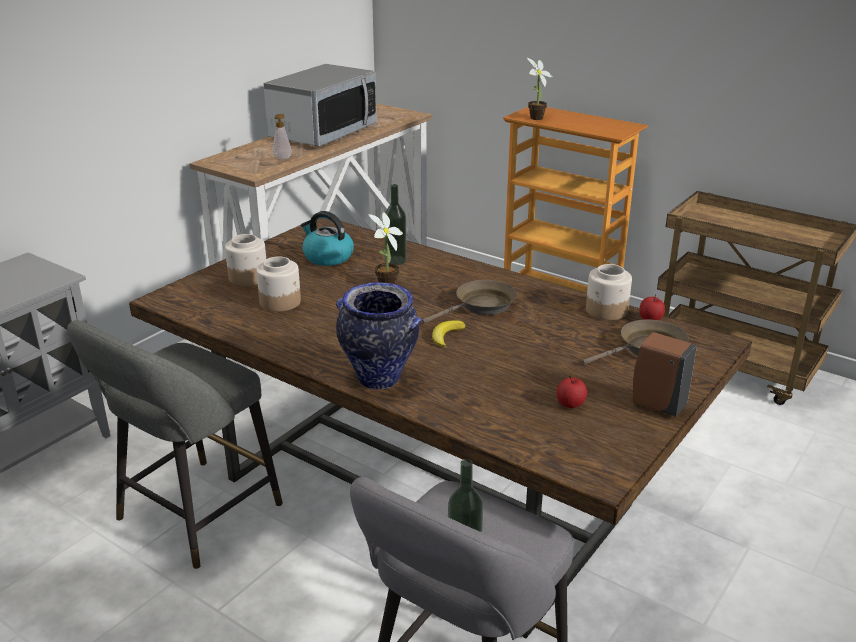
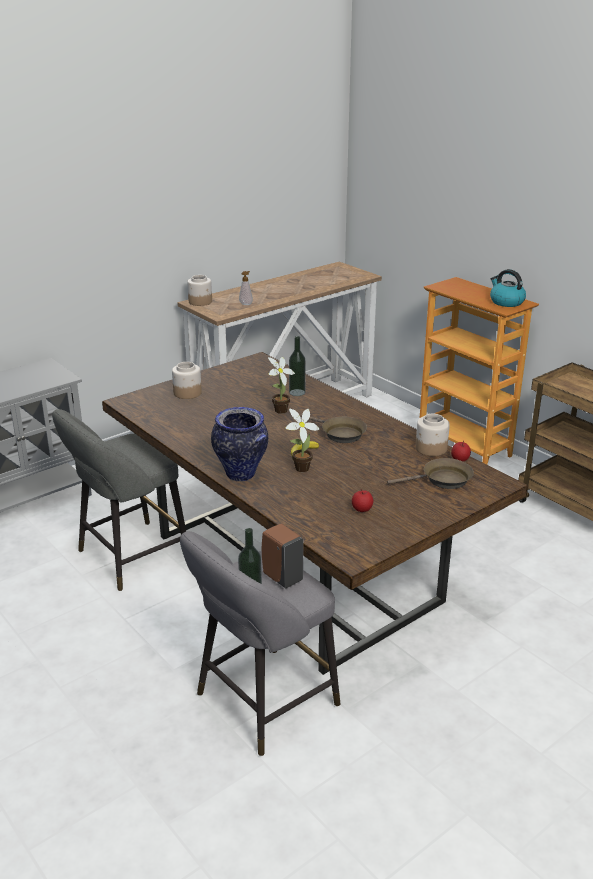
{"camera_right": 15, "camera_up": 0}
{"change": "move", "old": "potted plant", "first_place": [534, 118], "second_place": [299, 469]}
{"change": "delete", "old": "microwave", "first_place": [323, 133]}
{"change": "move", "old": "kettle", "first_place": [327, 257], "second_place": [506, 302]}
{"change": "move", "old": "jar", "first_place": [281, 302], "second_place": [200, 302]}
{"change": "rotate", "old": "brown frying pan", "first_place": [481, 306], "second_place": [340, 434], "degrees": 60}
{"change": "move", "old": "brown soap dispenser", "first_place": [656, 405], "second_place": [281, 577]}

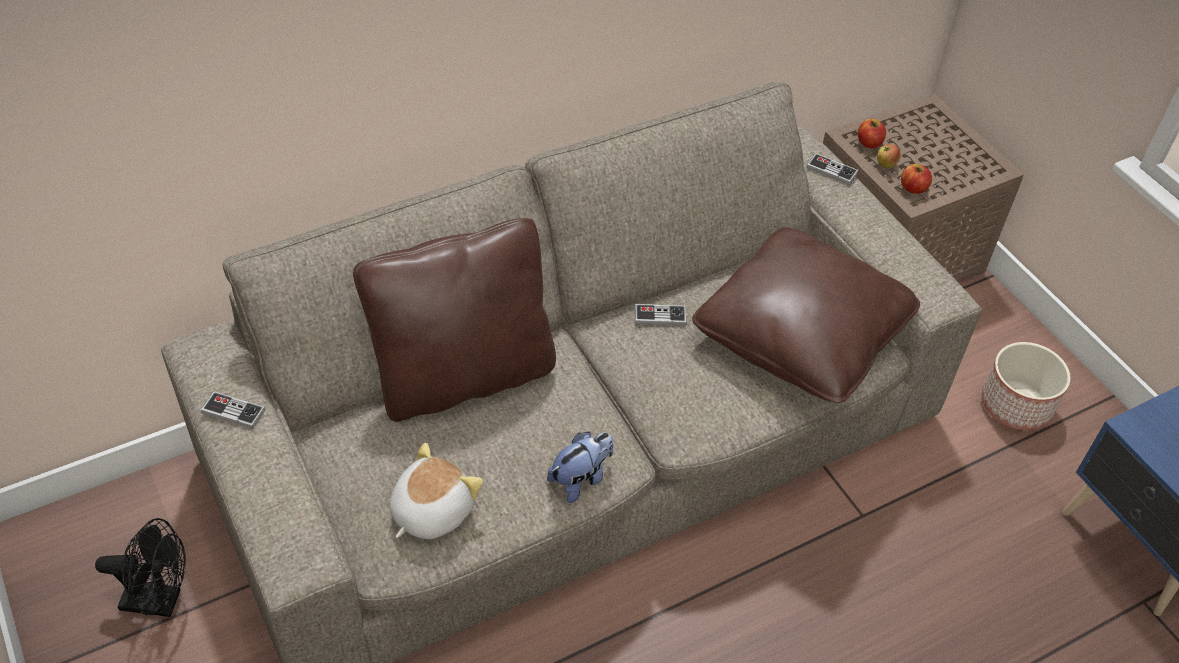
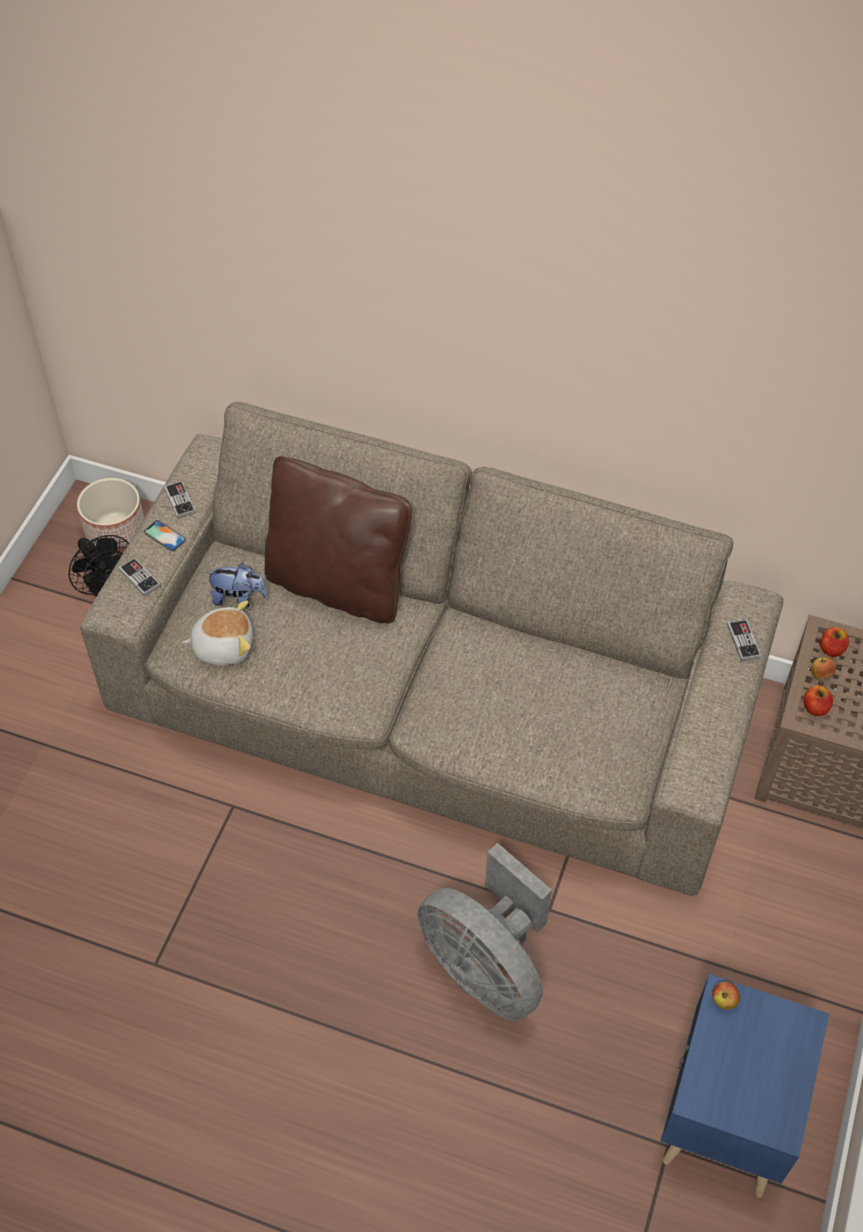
{"camera_right": 50, "camera_up": 5}
{"change": "delete", "old": "brown pillow", "first_place": [802, 335]}
{"change": "move", "old": "game controller", "first_place": [660, 316], "second_place": [139, 578]}
{"change": "move", "old": "planter", "first_place": [1015, 404], "second_place": [116, 530]}
{"change": "move", "old": "plush toy", "first_place": [581, 479], "second_place": [239, 598]}
{"change": "insert", "new": "phone", "second_place": [165, 536]}
{"change": "insert", "new": "grey fan", "second_place": [486, 967]}
{"change": "insert", "new": "apple", "second_place": [724, 1000]}

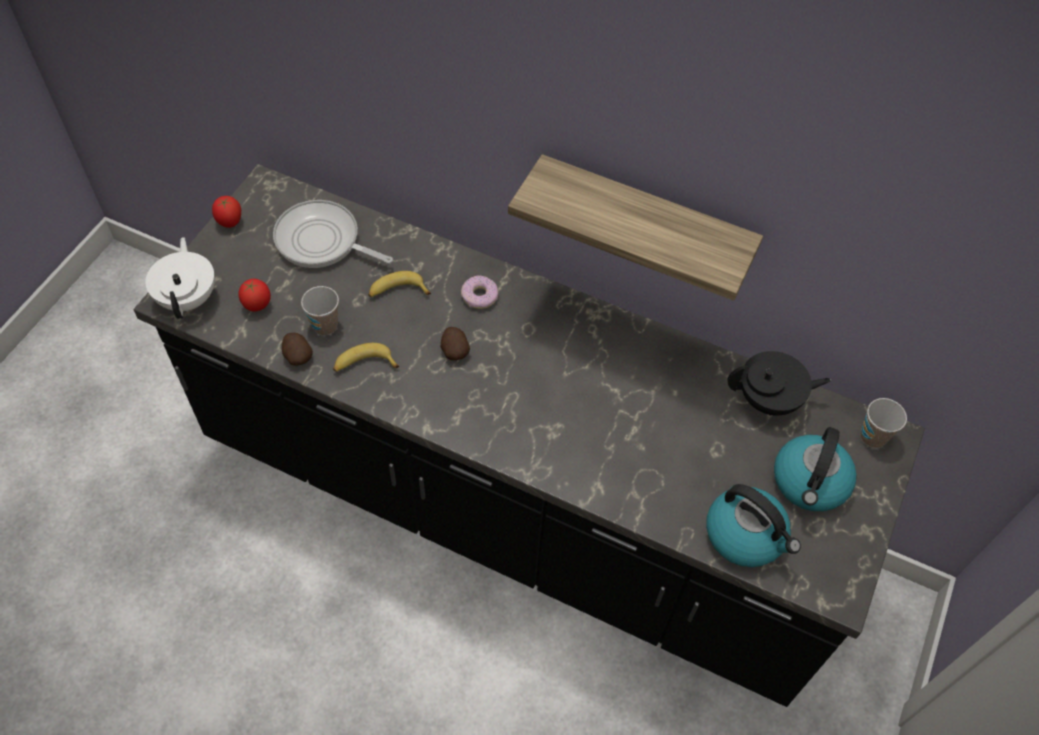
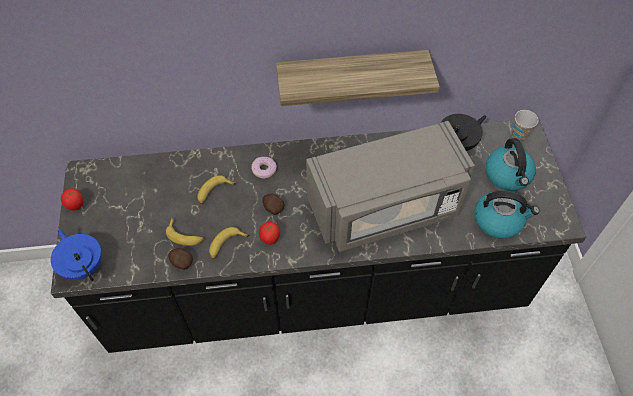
{"camera_right": -30, "camera_up": 0}
{"change": "delete", "old": "frying pan", "first_place": [322, 241]}
{"change": "recolor", "old": "white teapot", "new": "blue teapot", "first_place": [189, 298], "second_place": [83, 266]}
{"change": "move", "old": "tomato", "first_place": [257, 305], "second_place": [270, 239]}
{"change": "replace", "old": "cup", "new": "banana", "first_place": [325, 326], "second_place": [185, 235]}
{"change": "insert", "new": "grey microwave", "second_place": [385, 208]}

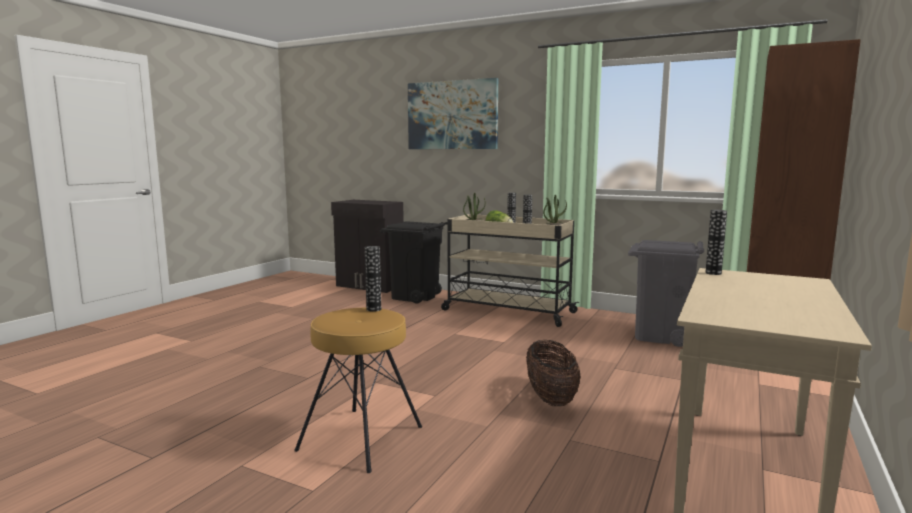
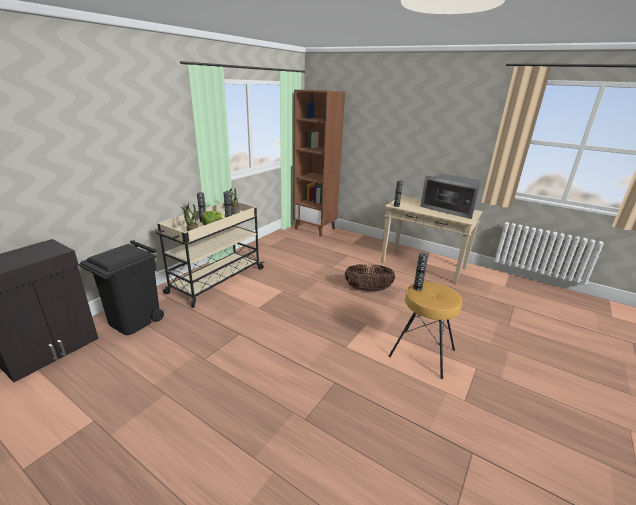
{"camera_right": -85, "camera_up": 15}
{"change": "delete", "old": "picture", "first_place": [452, 115]}
{"change": "delete", "old": "grey trash can", "first_place": [660, 336]}
{"change": "insert", "new": "microwave", "second_place": [449, 209]}

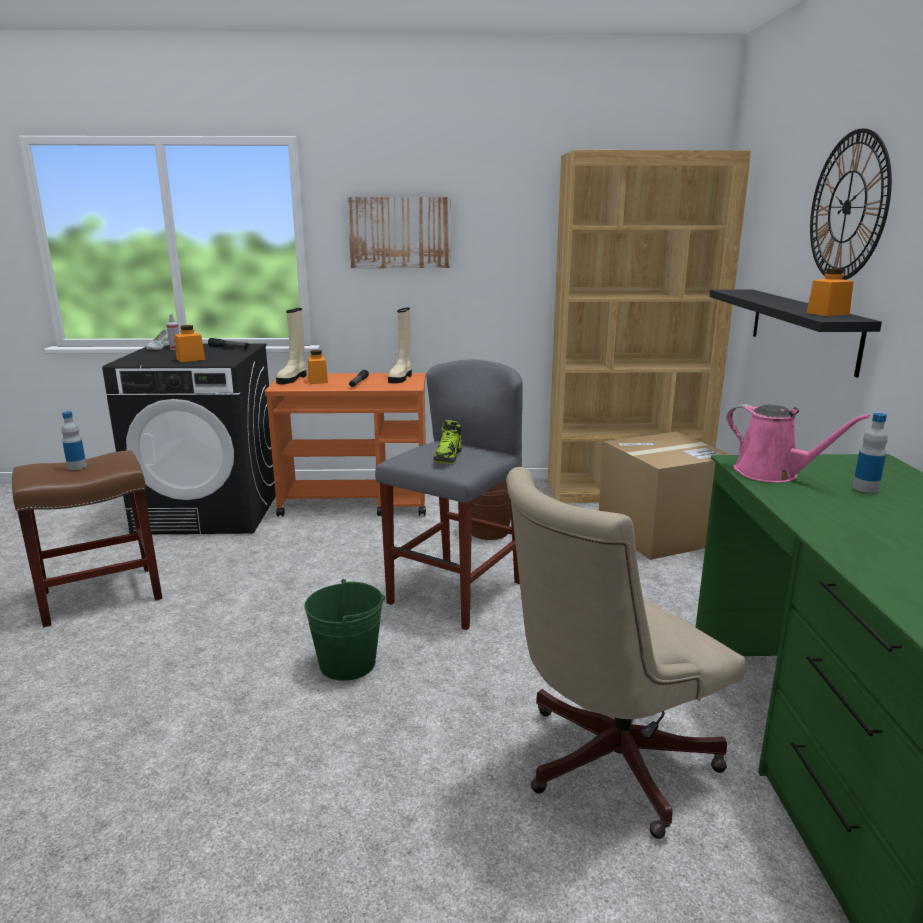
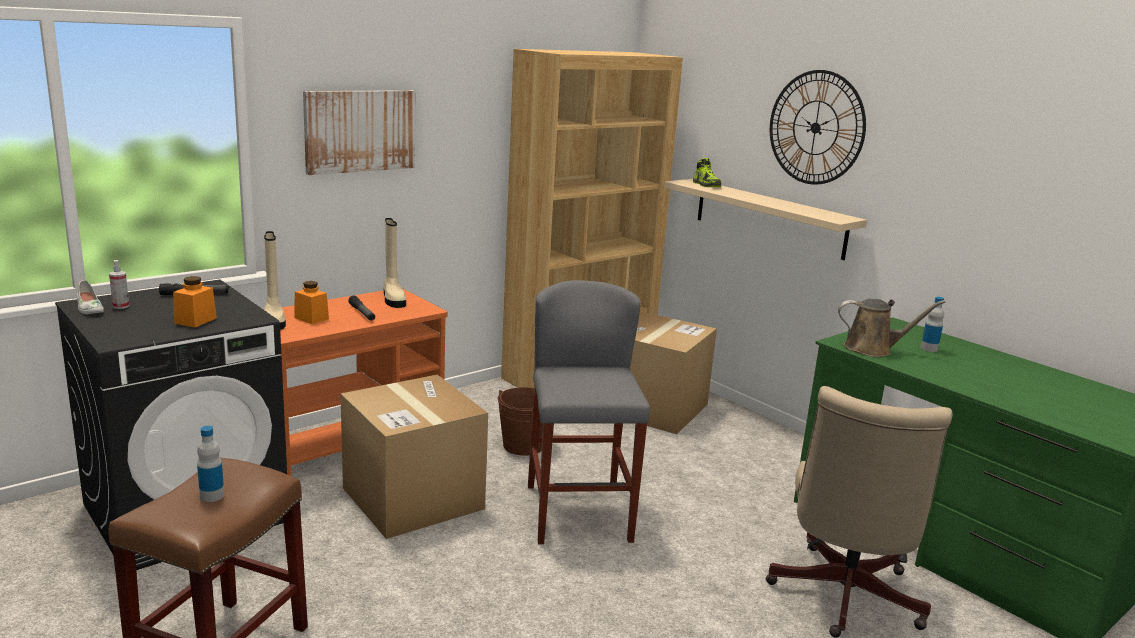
{"camera_right": -40, "camera_up": 0}
{"change": "delete", "old": "orange jar", "first_place": [827, 313]}
{"change": "recolor", "old": "black shelf", "new": "beige shelf", "first_place": [802, 328], "second_place": [769, 218]}
{"change": "recolor", "old": "pink watering can", "new": "brown watering can", "first_place": [772, 474], "second_place": [872, 349]}
{"change": "move", "old": "shoe", "first_place": [448, 457], "second_place": [706, 185]}
{"change": "delete", "old": "green bucket", "first_place": [347, 663]}
{"change": "insert", "new": "cardboard box", "second_place": [413, 498]}

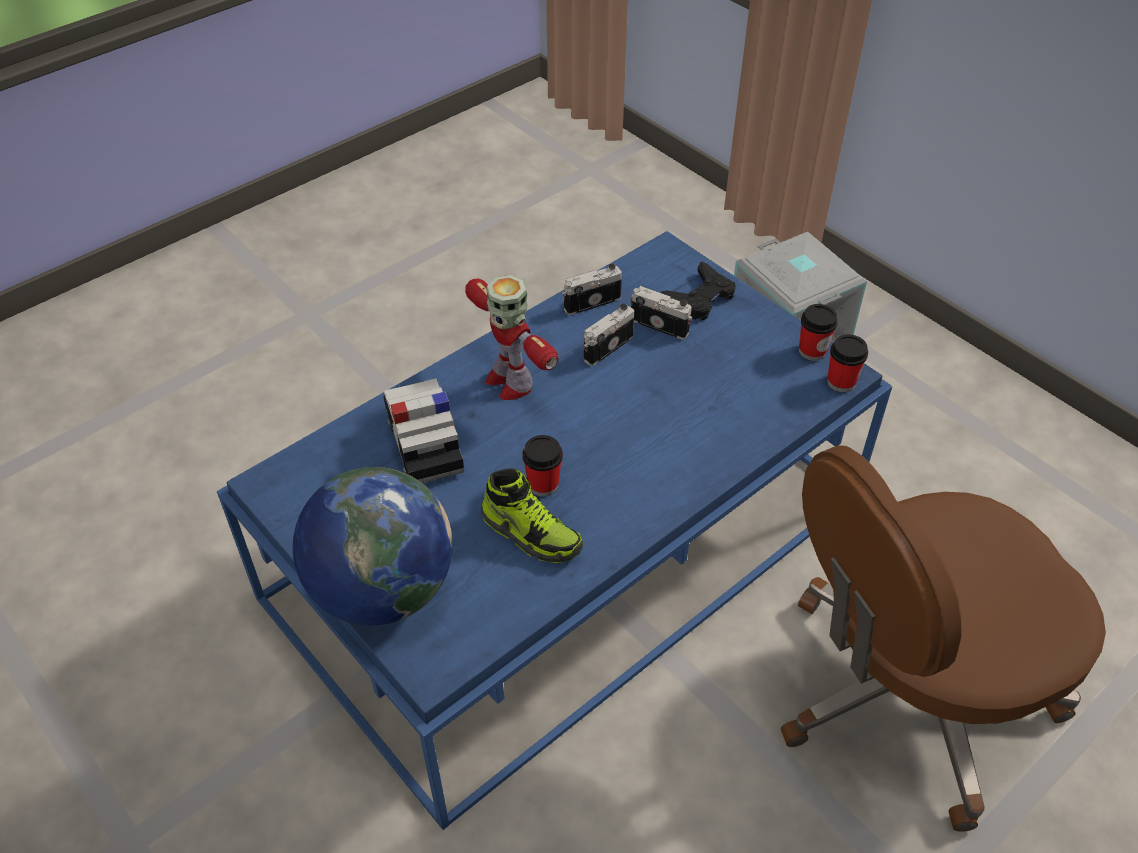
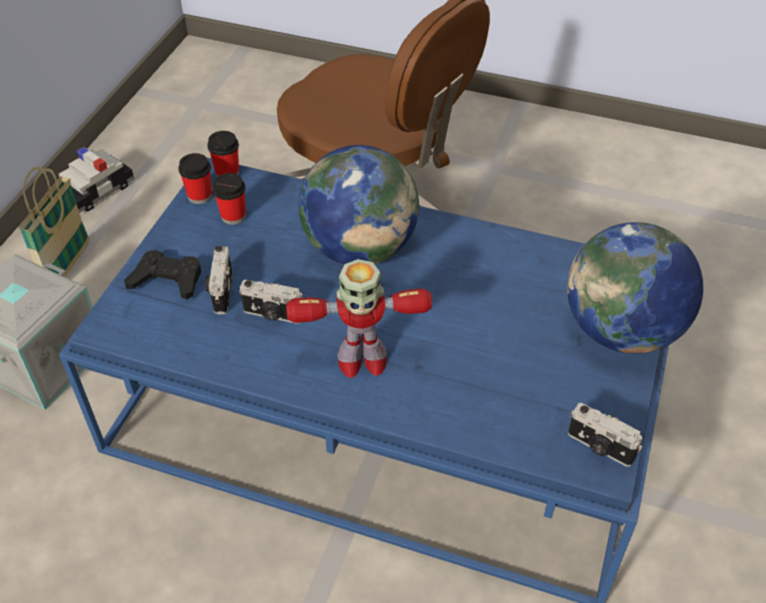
{"camera_right": -120, "camera_up": 0}
{"change": "move", "old": "photo camera", "first_place": [591, 302], "second_place": [599, 447]}
{"change": "rotate", "old": "toy robot", "first_place": [509, 381], "second_place": [361, 360], "degrees": 60}
{"change": "move", "old": "toy car", "first_place": [424, 443], "second_place": [97, 191]}
{"change": "move", "old": "cup", "first_place": [543, 484], "second_place": [233, 216]}
{"change": "delete", "old": "shoe", "first_place": [531, 533]}
{"change": "insert", "new": "globe", "second_place": [360, 248]}
{"change": "insert", "new": "basket", "second_place": [67, 267]}

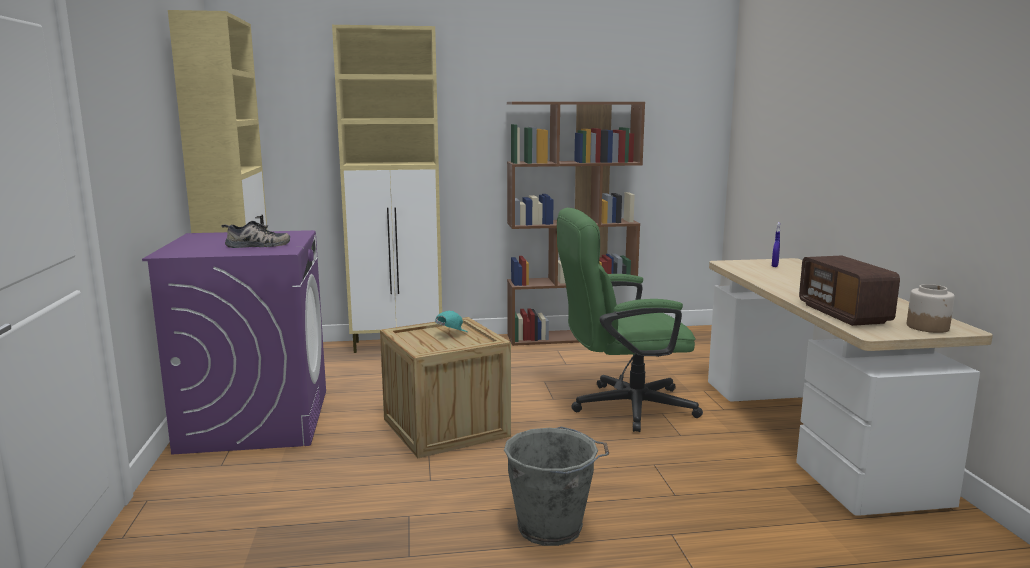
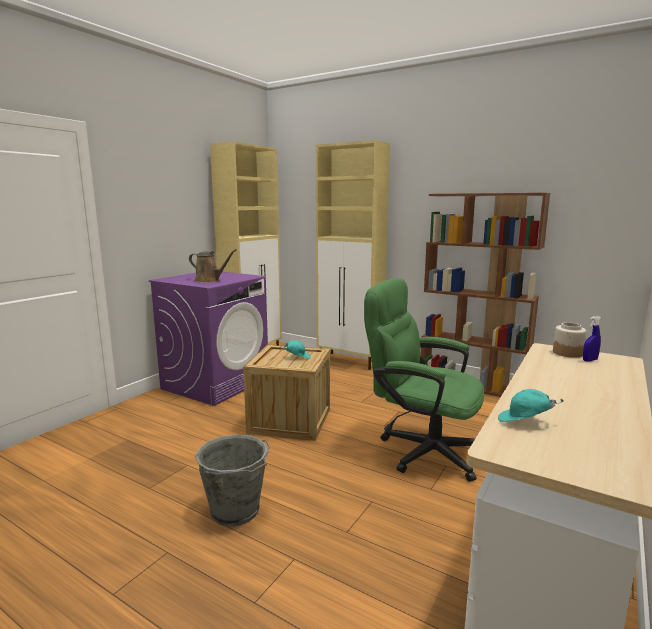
{"camera_right": 40, "camera_up": 0}
{"change": "replace", "old": "shoe", "new": "brown watering can", "first_place": [257, 245], "second_place": [209, 280]}
{"change": "replace", "old": "radio", "new": "turquoise cap", "first_place": [843, 313], "second_place": [524, 422]}
{"change": "move", "old": "jar", "first_place": [927, 327], "second_place": [568, 353]}

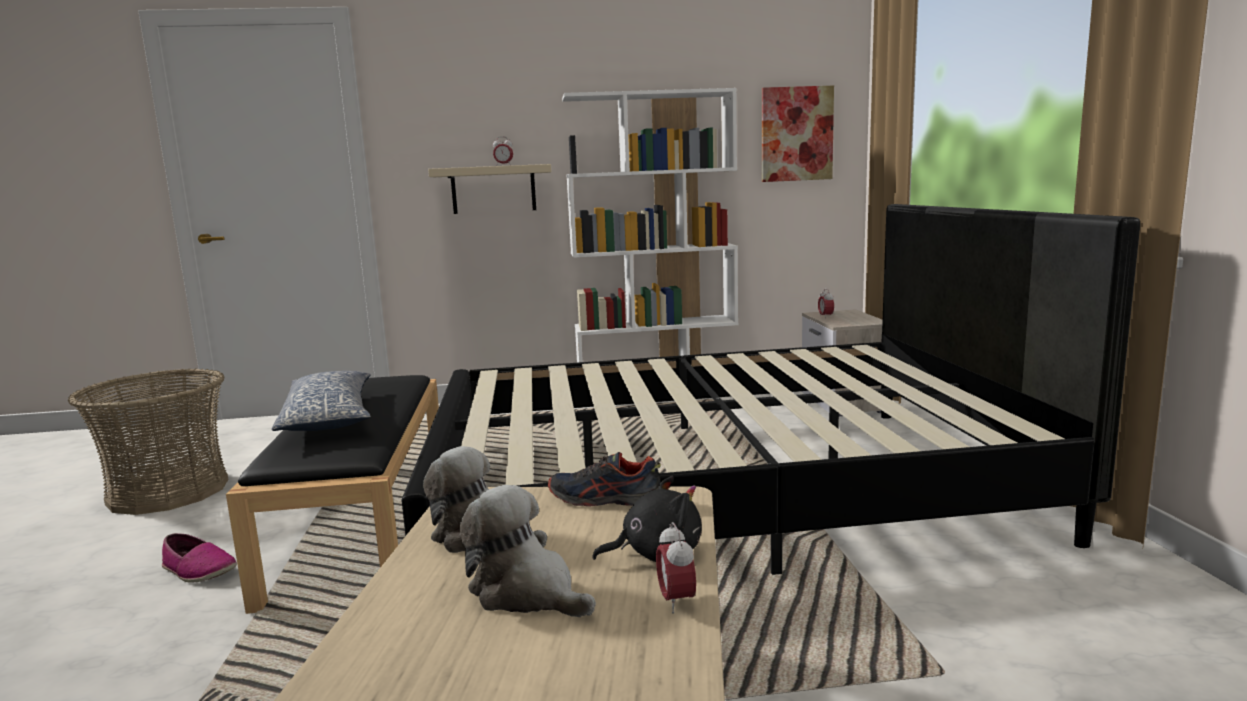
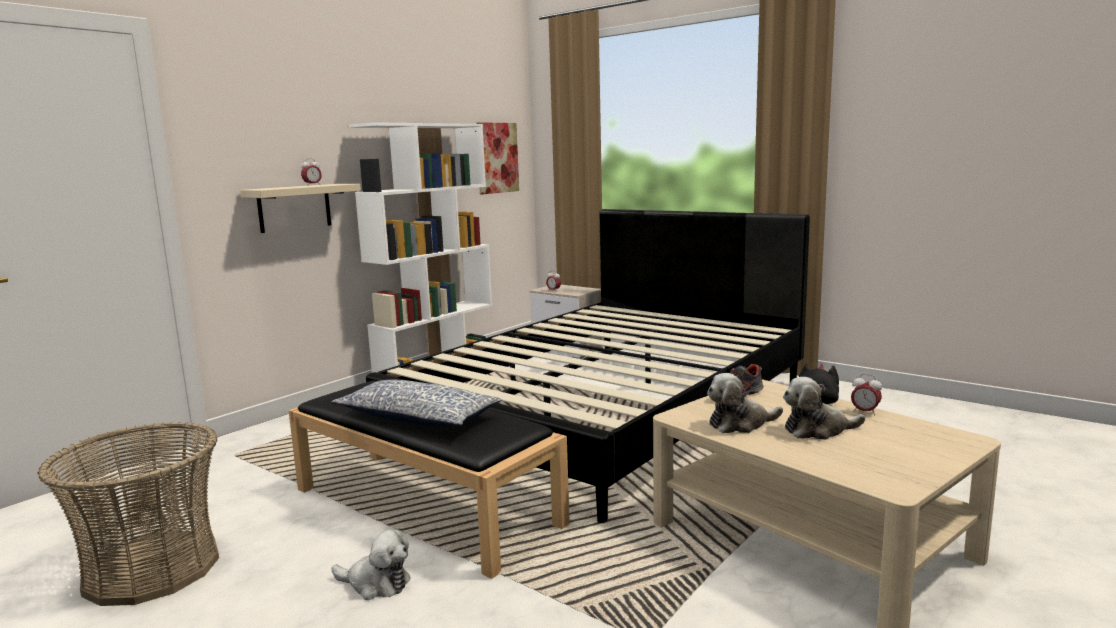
{"camera_right": -45, "camera_up": 0}
{"change": "replace", "old": "shoe", "new": "plush toy", "first_place": [198, 570], "second_place": [376, 584]}

